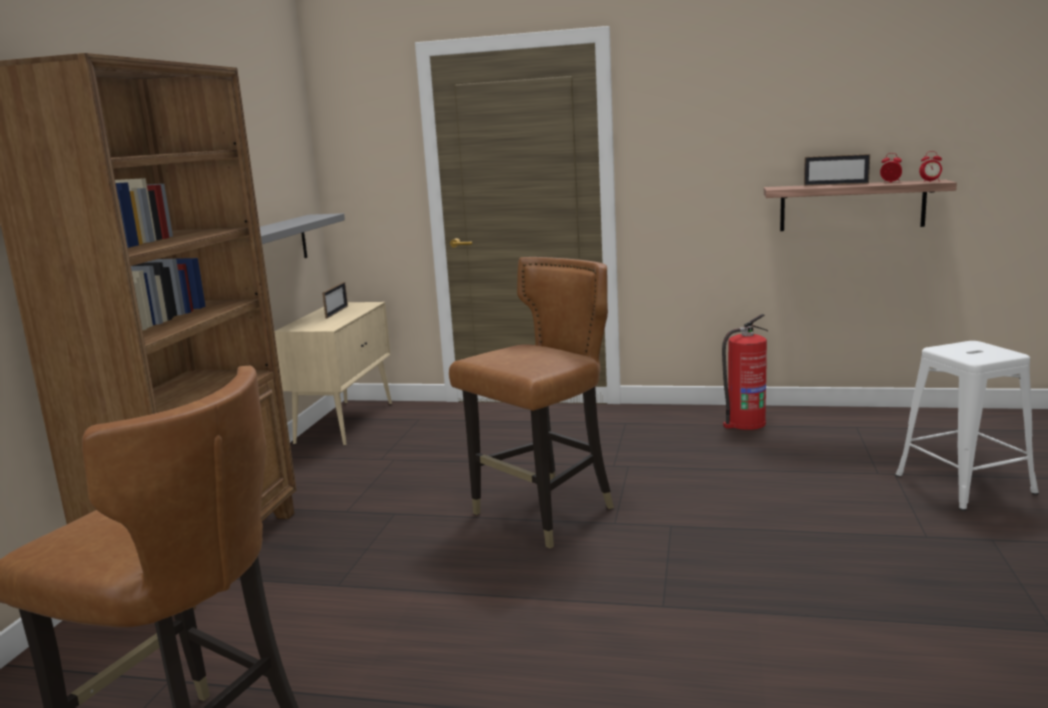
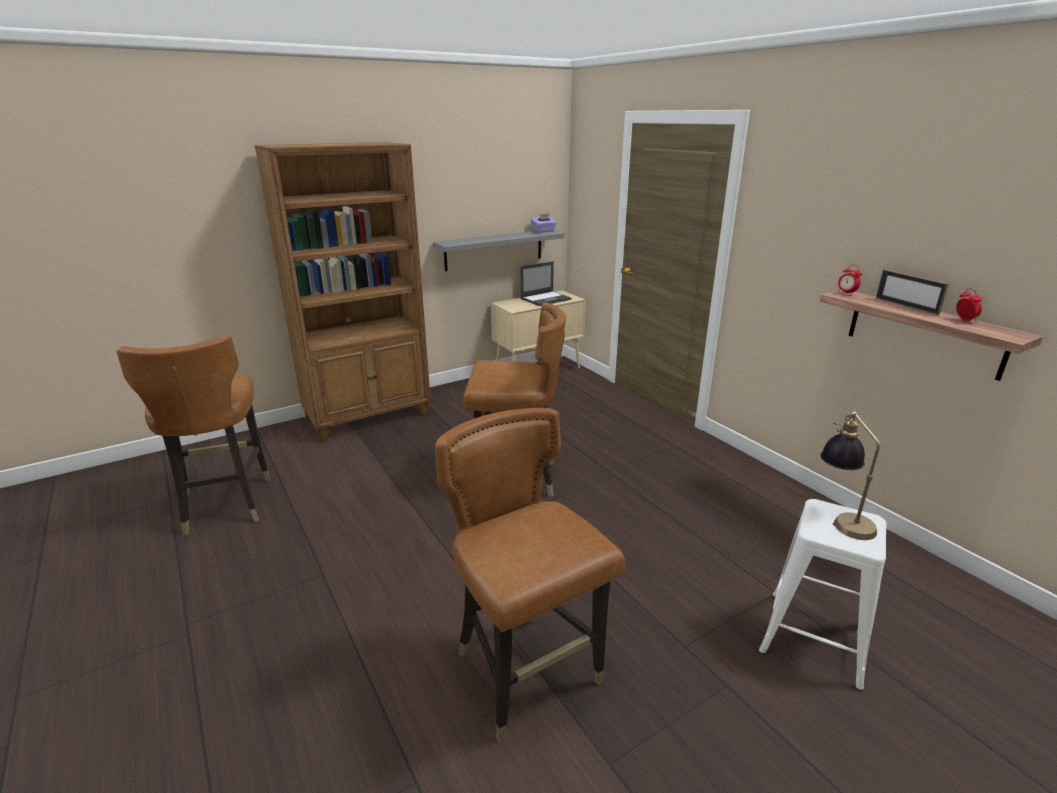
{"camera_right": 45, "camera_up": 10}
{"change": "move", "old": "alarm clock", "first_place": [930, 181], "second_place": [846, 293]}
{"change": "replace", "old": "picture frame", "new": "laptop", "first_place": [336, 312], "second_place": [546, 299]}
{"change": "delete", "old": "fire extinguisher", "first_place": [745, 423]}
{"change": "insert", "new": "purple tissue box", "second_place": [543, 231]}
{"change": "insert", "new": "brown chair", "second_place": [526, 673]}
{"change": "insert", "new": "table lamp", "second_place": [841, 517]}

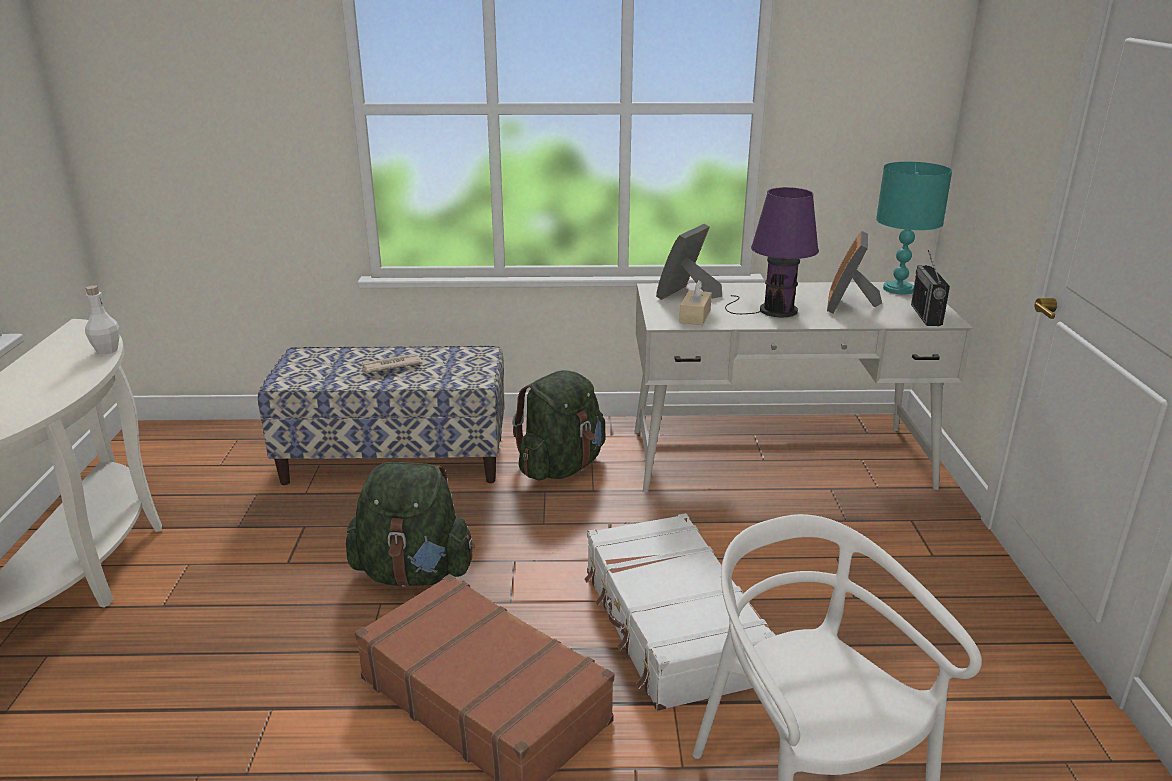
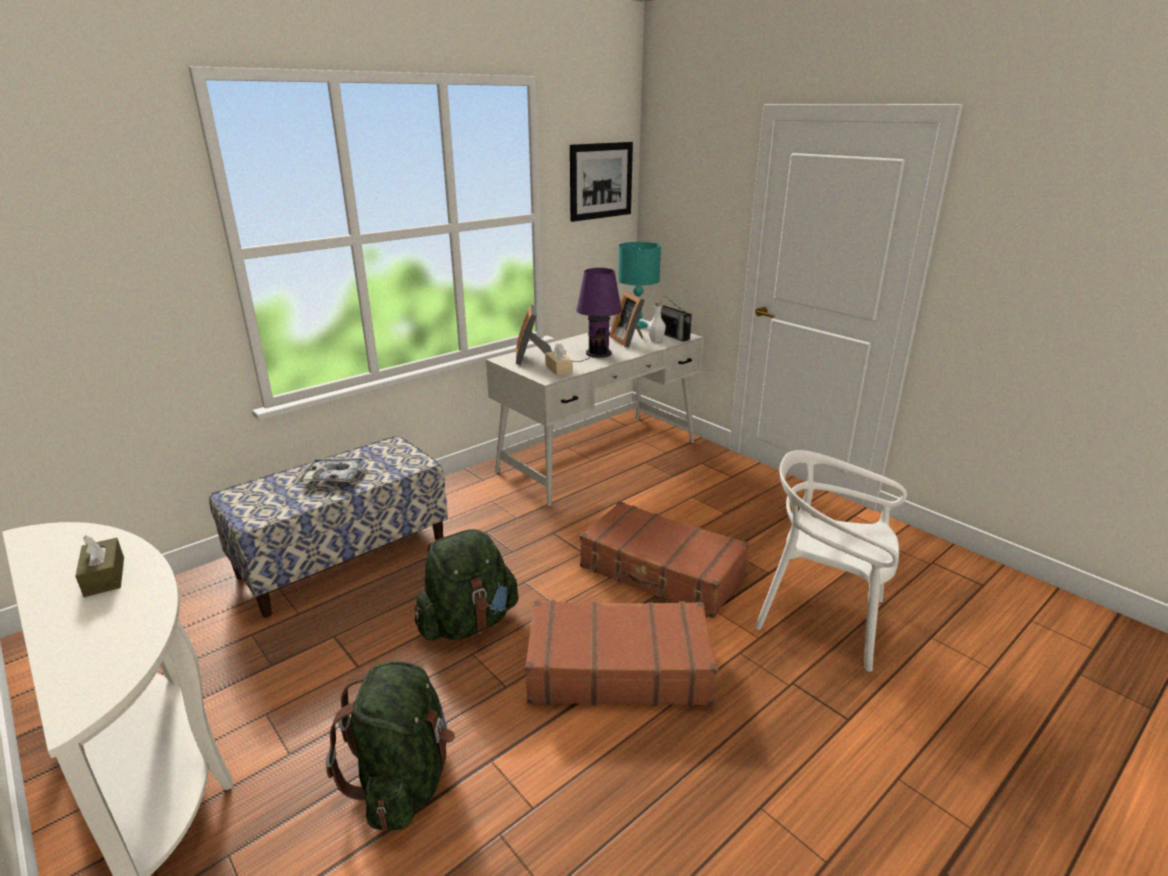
{"camera_right": -40, "camera_up": 0}
{"change": "move", "old": "white bottle", "first_place": [107, 350], "second_place": [656, 340]}
{"change": "replace", "old": "newspaper", "new": "tray", "first_place": [391, 366], "second_place": [333, 476]}
{"change": "move", "old": "green backpack", "first_place": [561, 467], "second_place": [404, 780]}
{"change": "recolor", "old": "white suitcase", "new": "brown suitcase", "first_place": [670, 626], "second_place": [661, 572]}
{"change": "insert", "new": "picture", "second_place": [601, 181]}
{"change": "insert", "new": "brown tissue box", "second_place": [104, 576]}

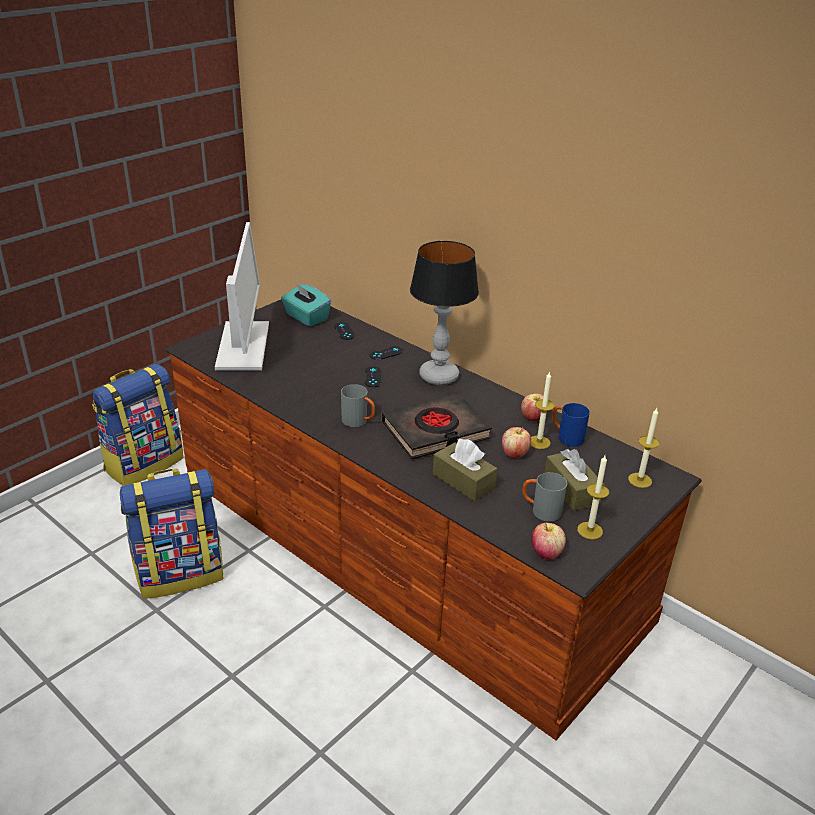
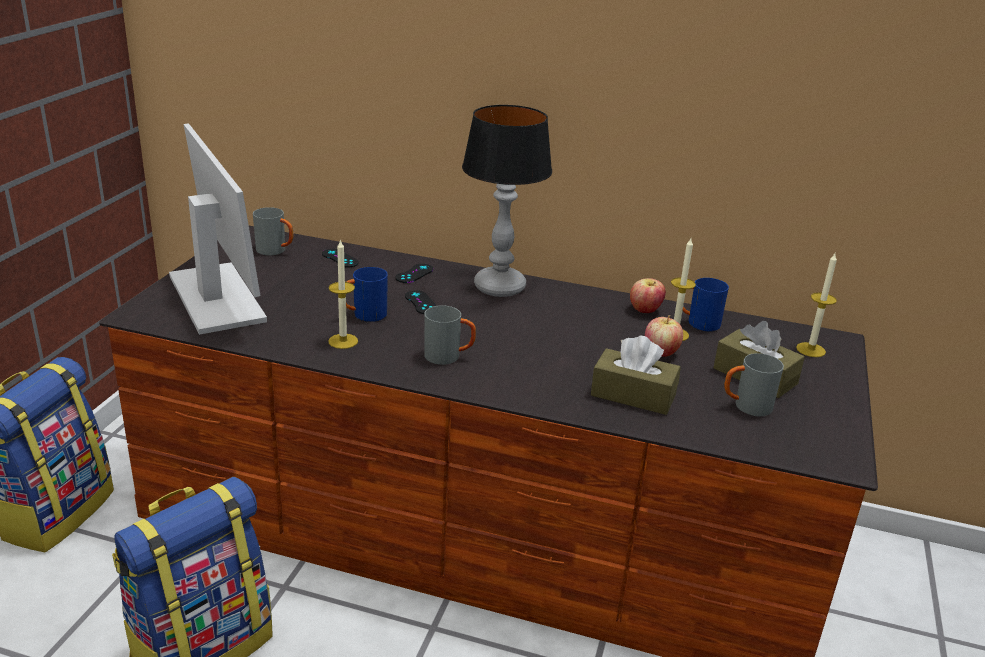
{"camera_right": -25, "camera_up": -5}
{"change": "replace", "old": "turquoise tissue box", "new": "grey mug", "first_place": [306, 317], "second_place": [276, 251]}
{"change": "delete", "old": "black book", "first_place": [435, 432]}
{"change": "move", "old": "candle", "first_place": [590, 530], "second_place": [343, 341]}
{"change": "delete", "old": "apple", "first_place": [546, 553]}
{"change": "insert", "new": "blue mug", "second_place": [364, 316]}

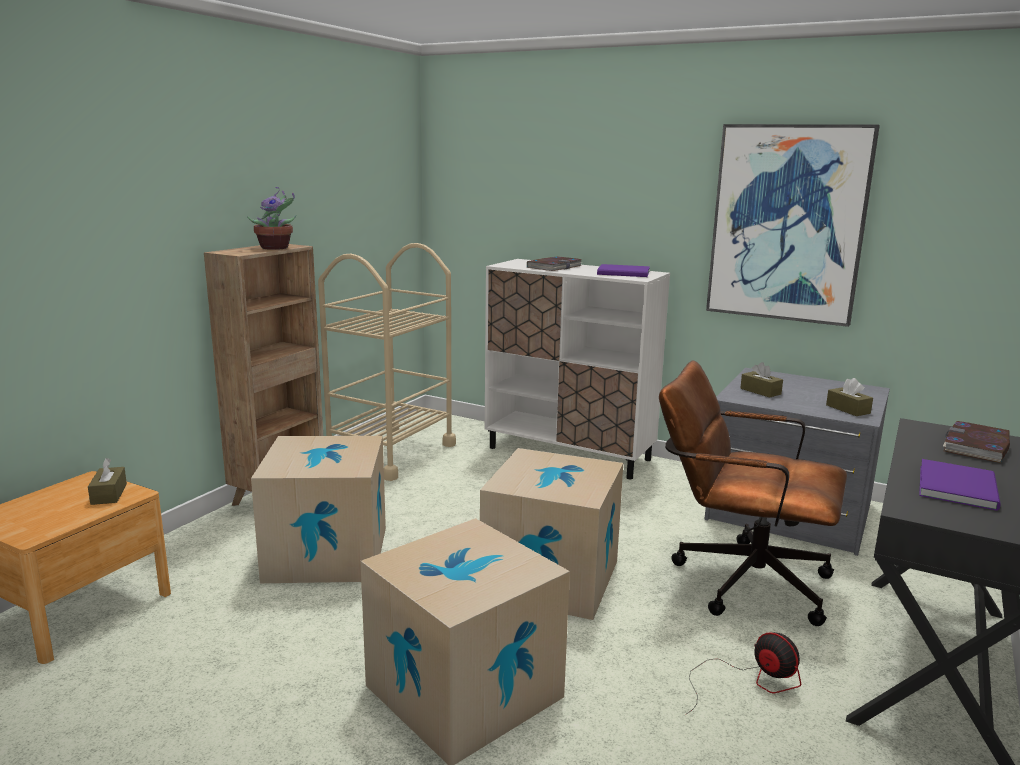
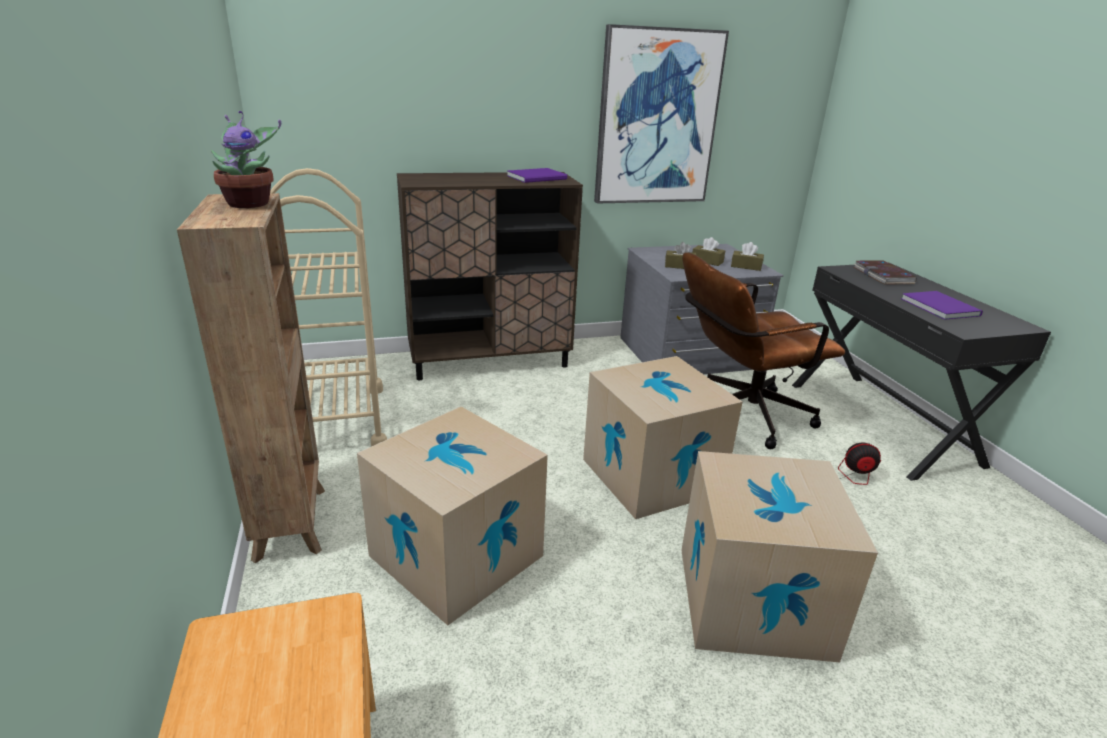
{"camera_right": -45, "camera_up": 10}
{"change": "delete", "old": "book", "first_place": [554, 267]}
{"change": "recolor", "old": "white cabinet", "new": "brown cabinet", "first_place": [569, 454], "second_place": [490, 361]}
{"change": "move", "old": "brown tissue box", "first_place": [109, 494], "second_place": [707, 261]}

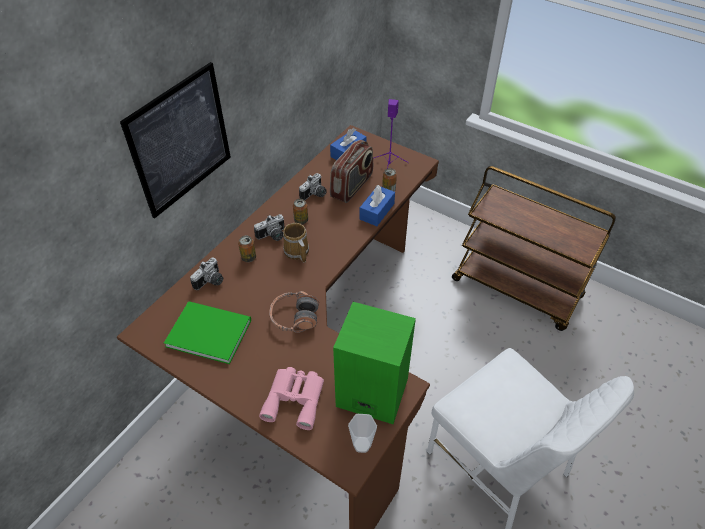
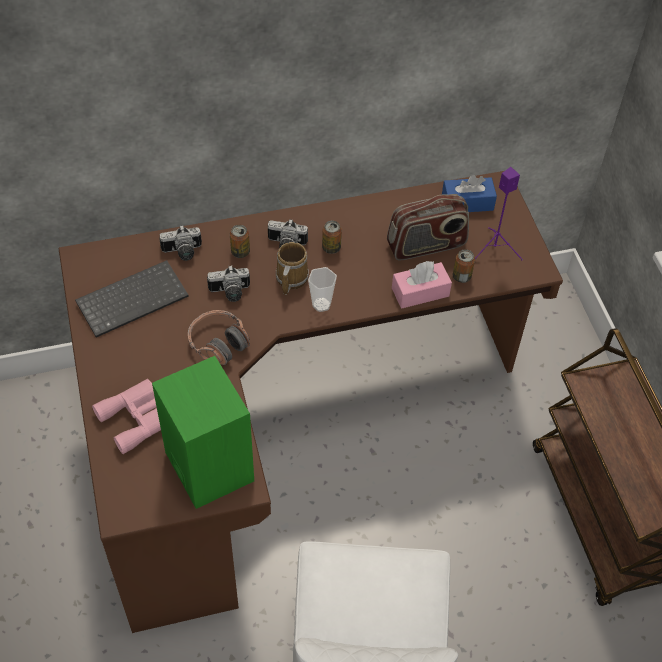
{"camera_right": 40, "camera_up": 5}
{"change": "delete", "old": "picture", "first_place": [180, 141]}
{"change": "move", "old": "photo camera", "first_place": [315, 195], "second_place": [230, 293]}
{"change": "recolor", "old": "blue tissue box", "new": "pink tissue box", "first_place": [377, 211], "second_place": [420, 292]}
{"change": "replace", "old": "green book", "new": "keyboard", "first_place": [207, 331], "second_place": [133, 298]}
{"change": "move", "old": "cup", "first_place": [362, 444], "second_place": [321, 304]}

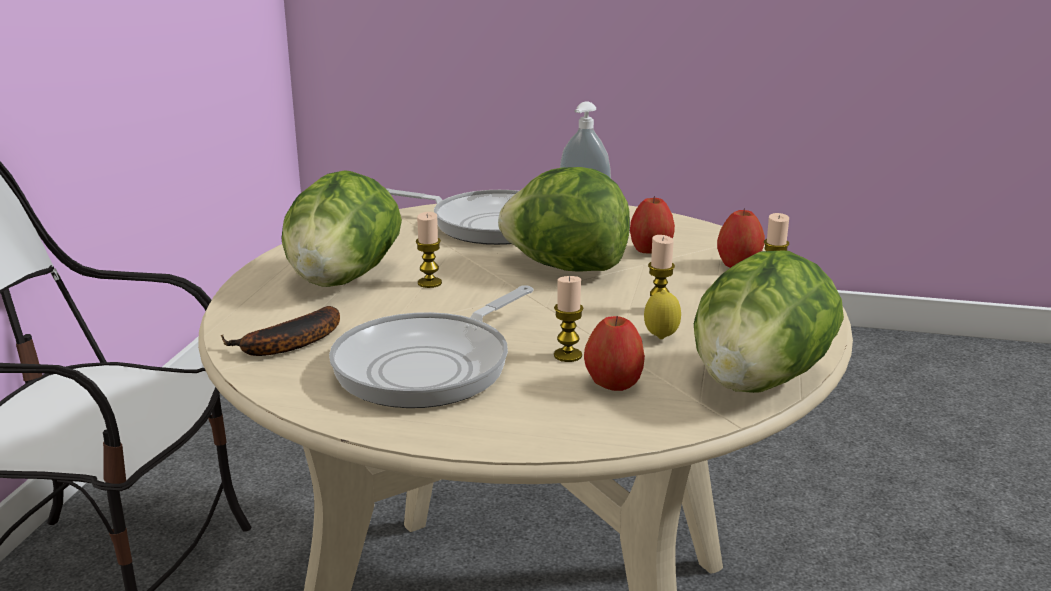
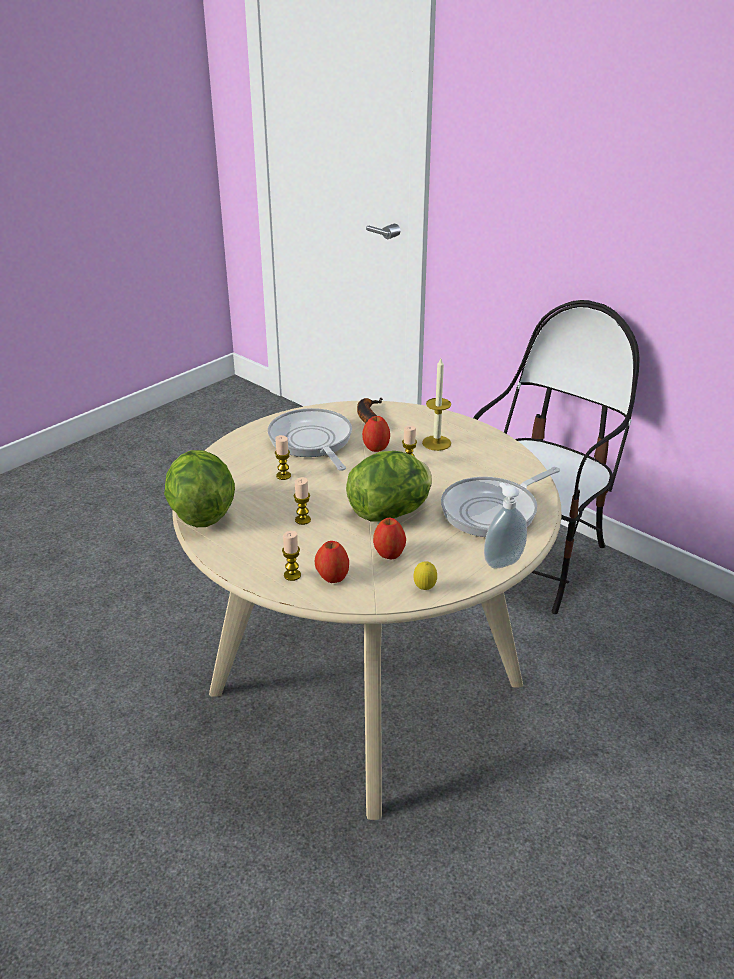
{"camera_right": 120, "camera_up": 10}
{"change": "replace", "old": "lettuce", "new": "candle", "first_place": [342, 280], "second_place": [436, 443]}
{"change": "move", "old": "lemon", "first_place": [661, 339], "second_place": [424, 589]}
{"change": "move", "old": "apple", "first_place": [613, 385], "second_place": [376, 448]}

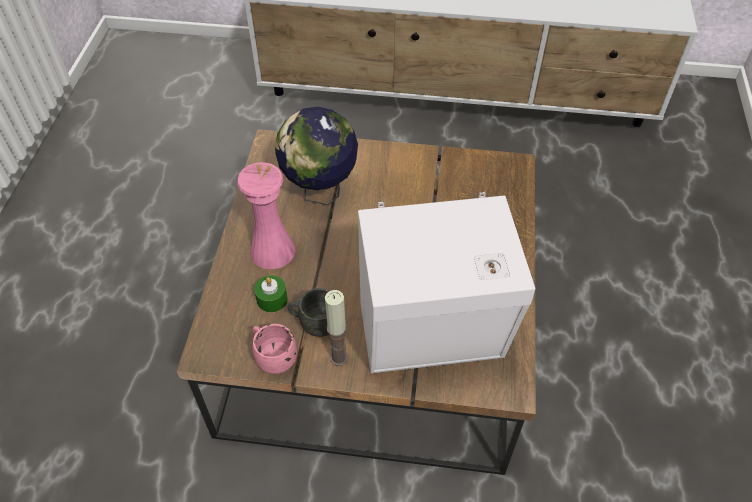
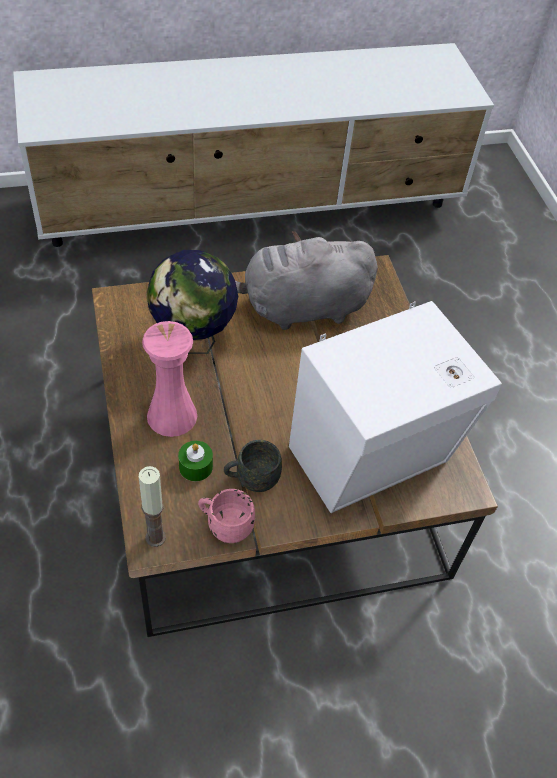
{"camera_right": -25, "camera_up": 0}
{"change": "move", "old": "candle", "first_place": [338, 358], "second_place": [155, 537]}
{"change": "insert", "new": "grey plush toy", "second_place": [300, 308]}

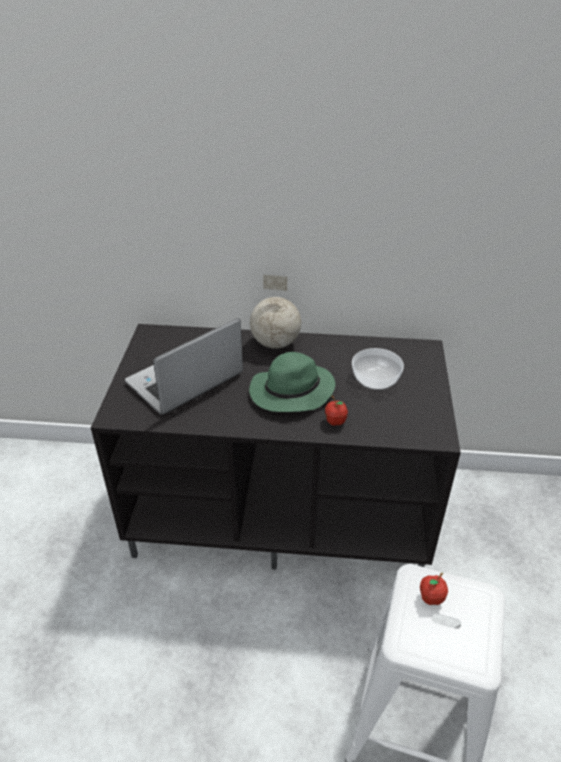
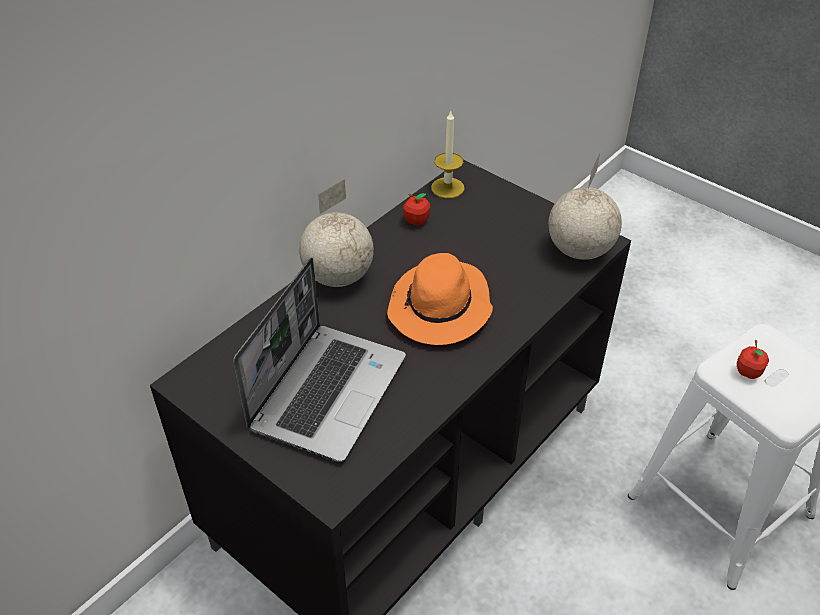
{"camera_right": -55, "camera_up": 5}
{"change": "rotate", "old": "laptop", "first_place": [184, 380], "second_place": [328, 391], "degrees": -150}
{"change": "delete", "old": "bowl", "first_place": [375, 379]}
{"change": "recolor", "old": "green hat", "new": "orange hat", "first_place": [291, 392], "second_place": [440, 308]}
{"change": "move", "old": "apple", "first_place": [335, 421], "second_place": [416, 221]}
{"change": "insert", "new": "candle", "second_place": [447, 188]}
{"change": "insert", "new": "globe", "second_place": [579, 251]}

